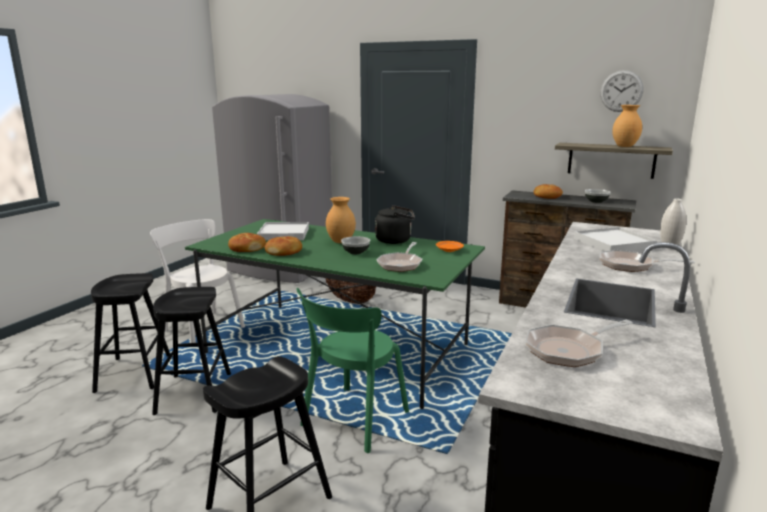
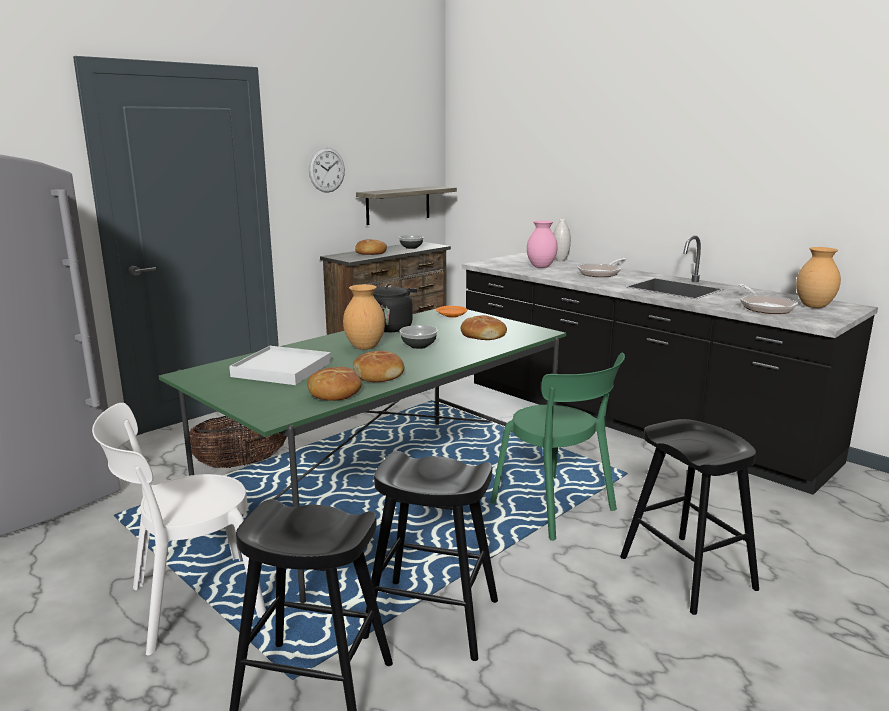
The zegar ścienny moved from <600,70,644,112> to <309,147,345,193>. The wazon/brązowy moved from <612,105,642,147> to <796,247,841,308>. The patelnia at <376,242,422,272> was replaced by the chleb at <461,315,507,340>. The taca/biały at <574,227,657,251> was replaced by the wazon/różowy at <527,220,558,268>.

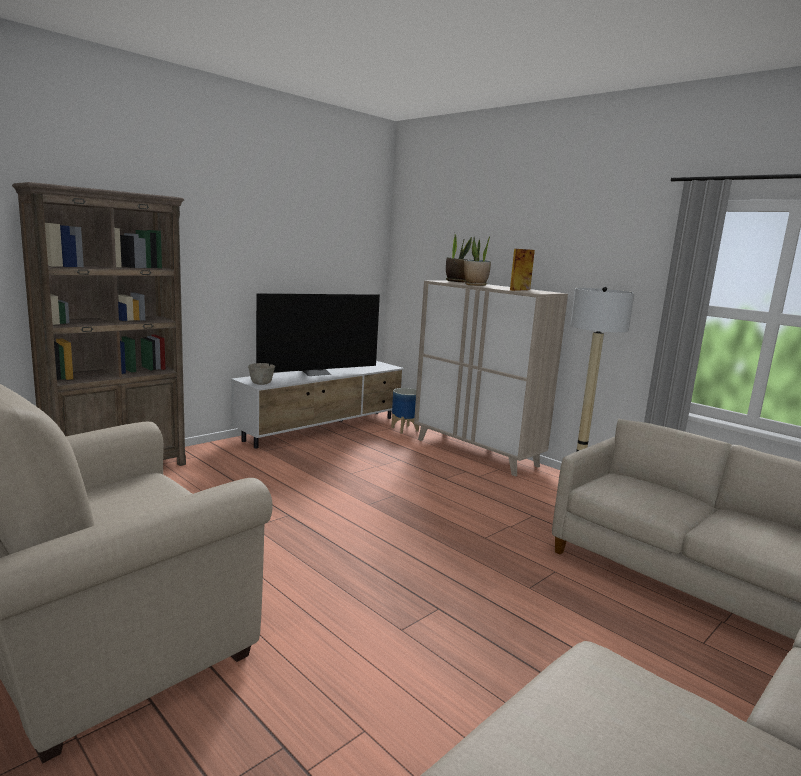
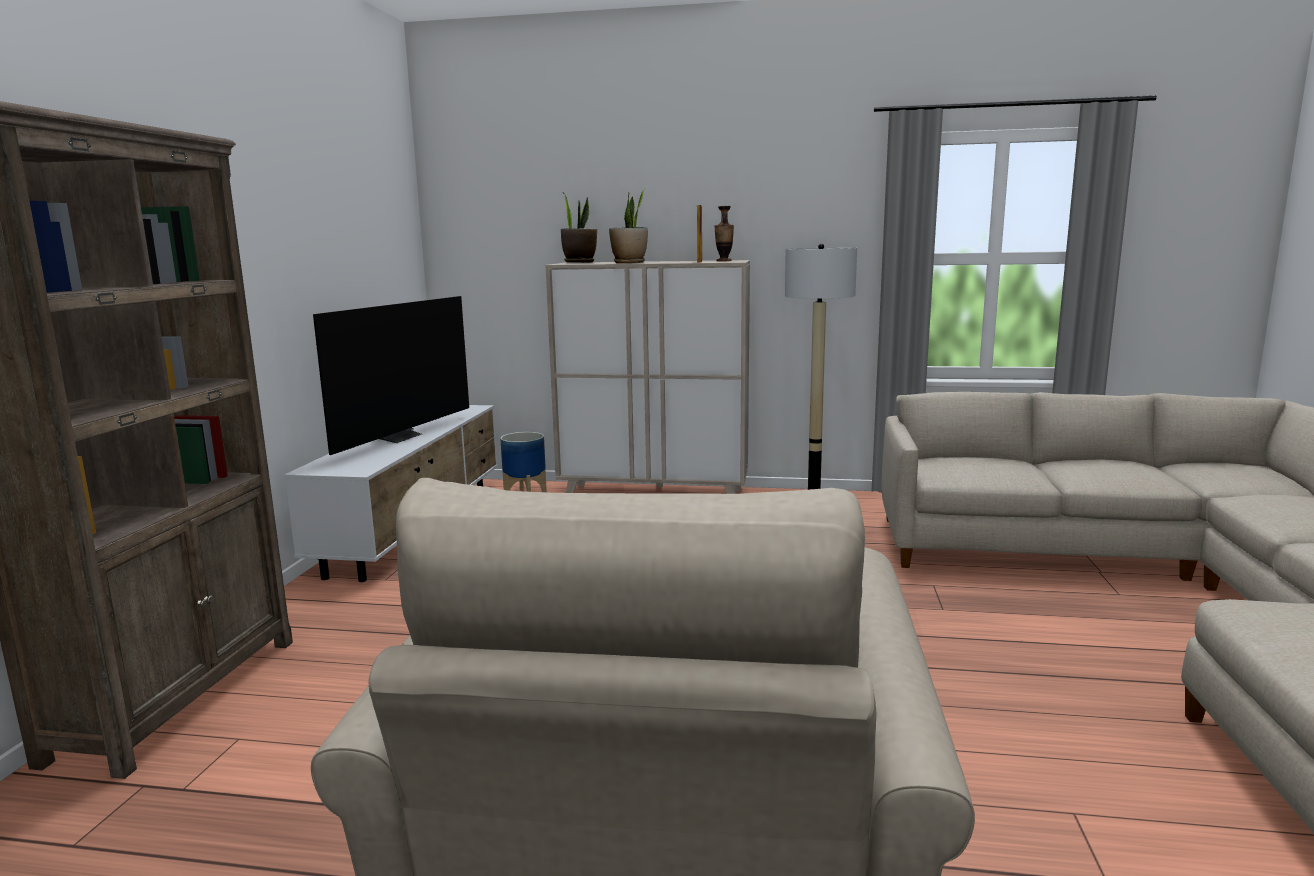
The miska/szary at <248,363,275,385> disappeared. The wazon at <715,206,734,261> appeared.

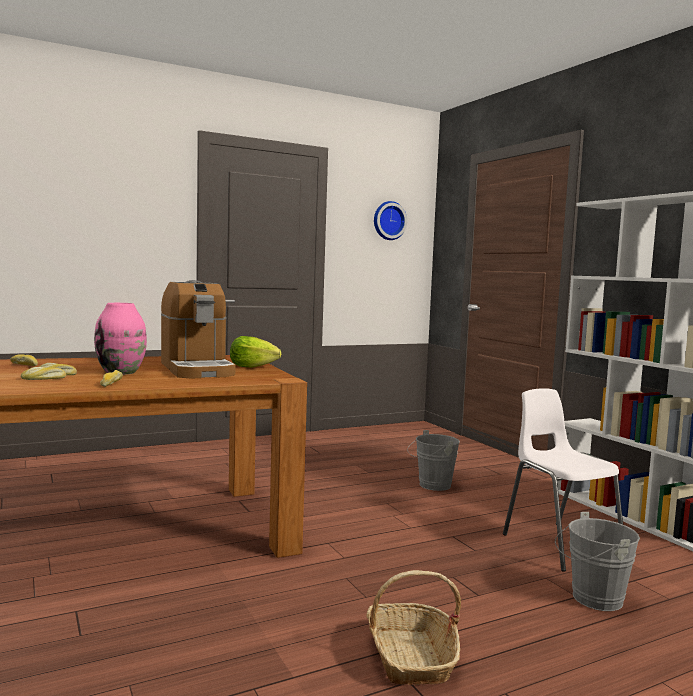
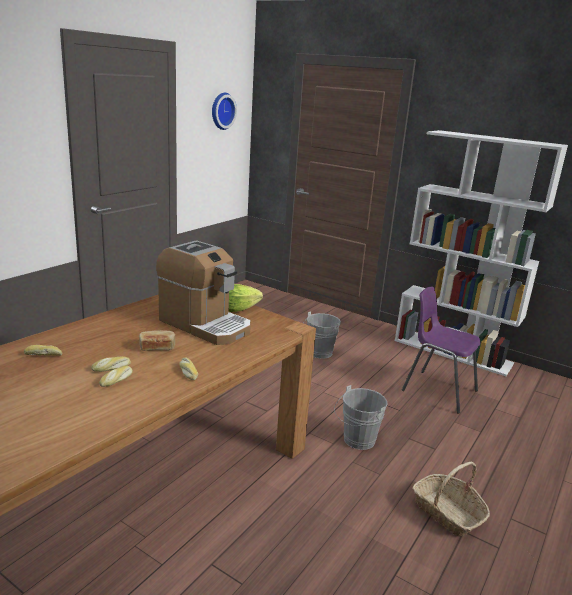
The wiadro/szary moved from <555,512,640,611> to <334,385,388,450>. The wazon/różowy at <94,303,147,375> was replaced by the chleb at <139,330,175,351>. The krzesło/biały at <503,388,623,572> became the krzesło/fioletowy at <402,286,480,414>.

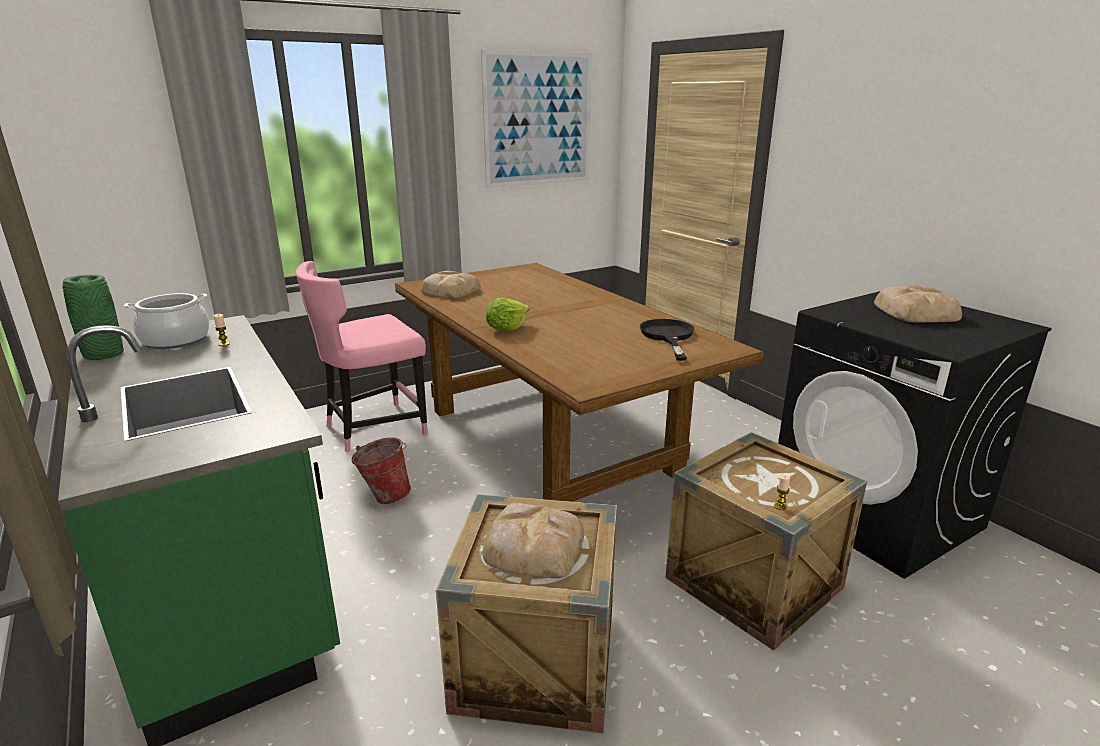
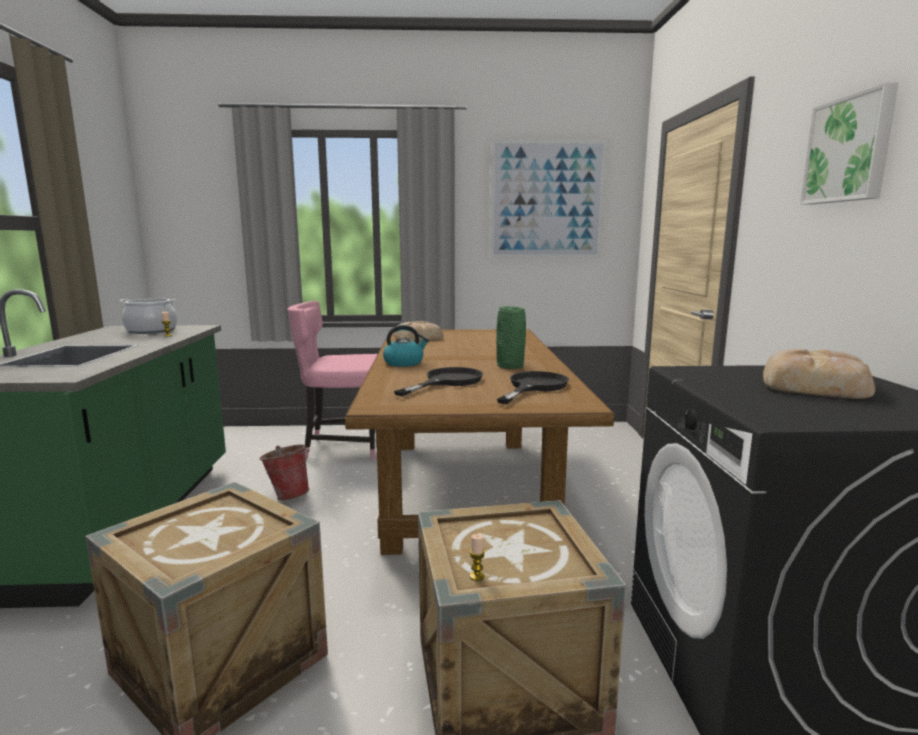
The chleb at <483,503,584,578> disappeared. The patelnia/czarny at <394,367,483,396> appeared. The obraz at <800,82,899,205> appeared. The wazon/zielony moved from <62,274,124,360> to <496,306,526,369>. The sałata at <486,298,529,331> was replaced by the czajnik at <383,325,429,367>.

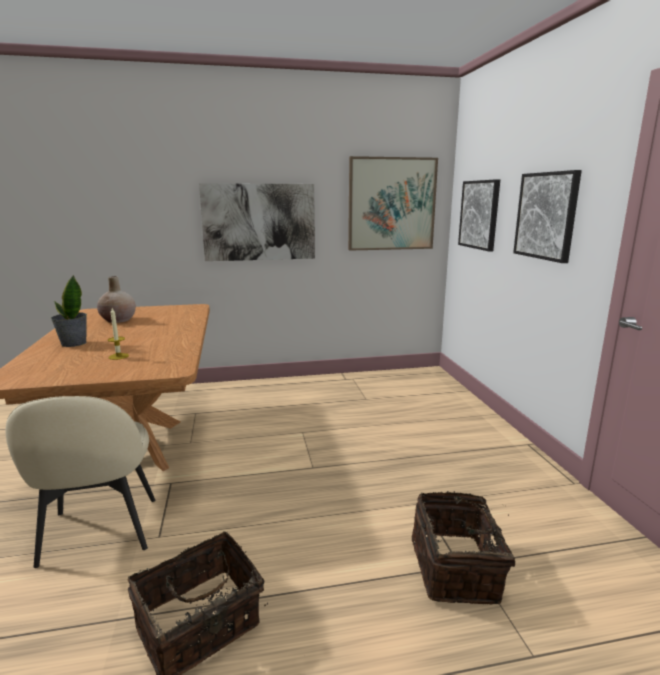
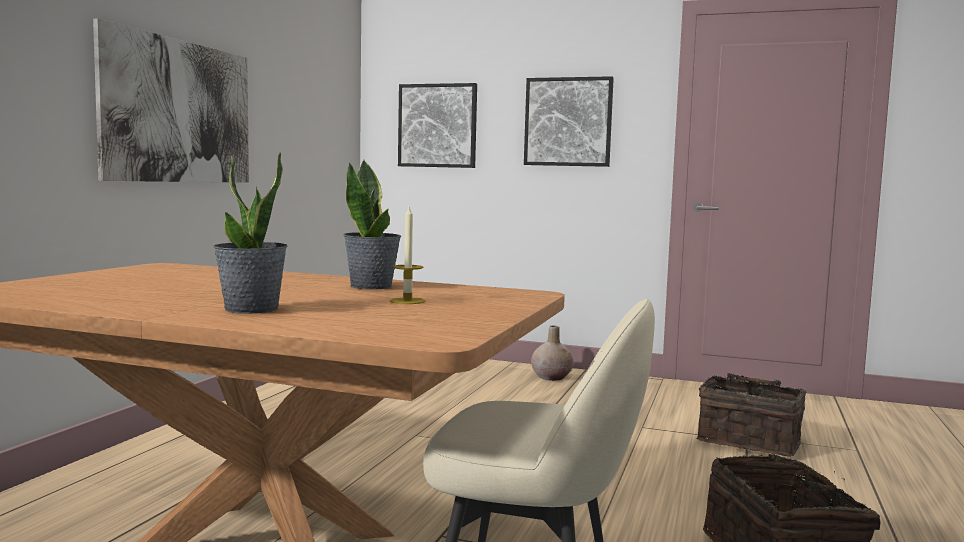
The obraz at <348,156,438,251> disappeared. The roślina doniczkowa at <343,160,401,289> appeared. The wazon/beżowy moved from <97,276,136,323> to <531,326,574,381>.

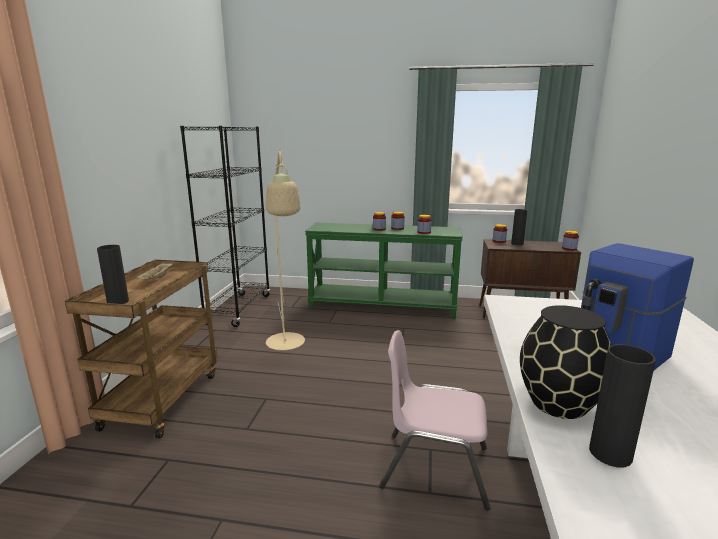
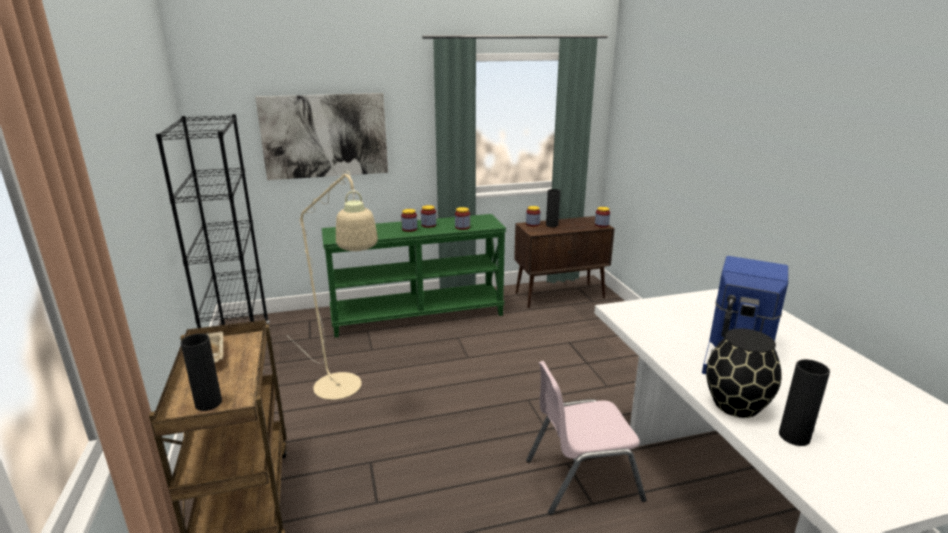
The obraz at <255,93,388,180> appeared.

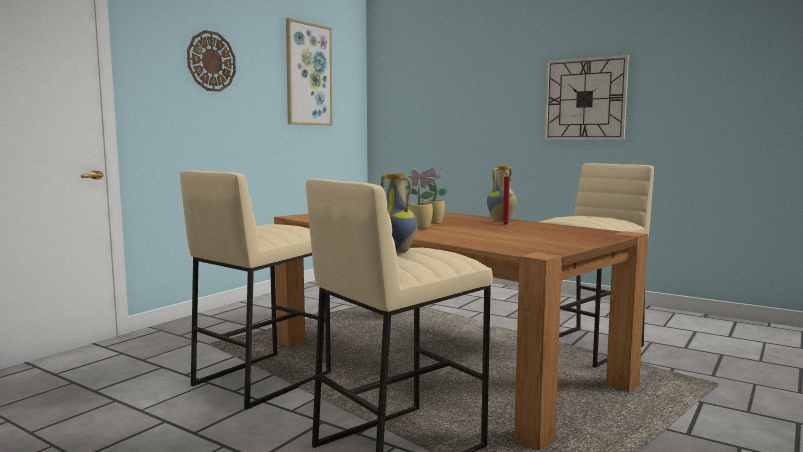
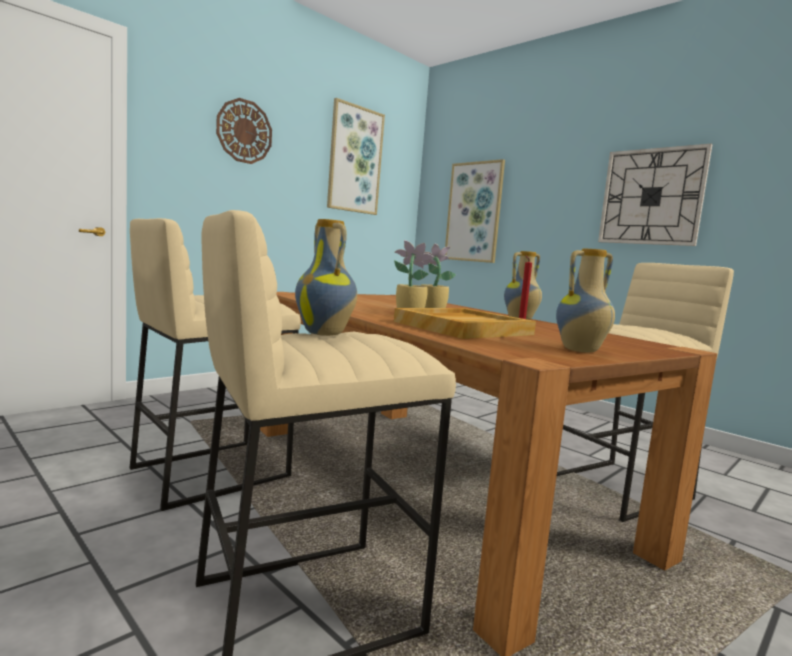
The taca/beżowy at <394,308,536,339> appeared. The obraz at <445,159,505,263> appeared. The wazon at <556,249,615,352> appeared.

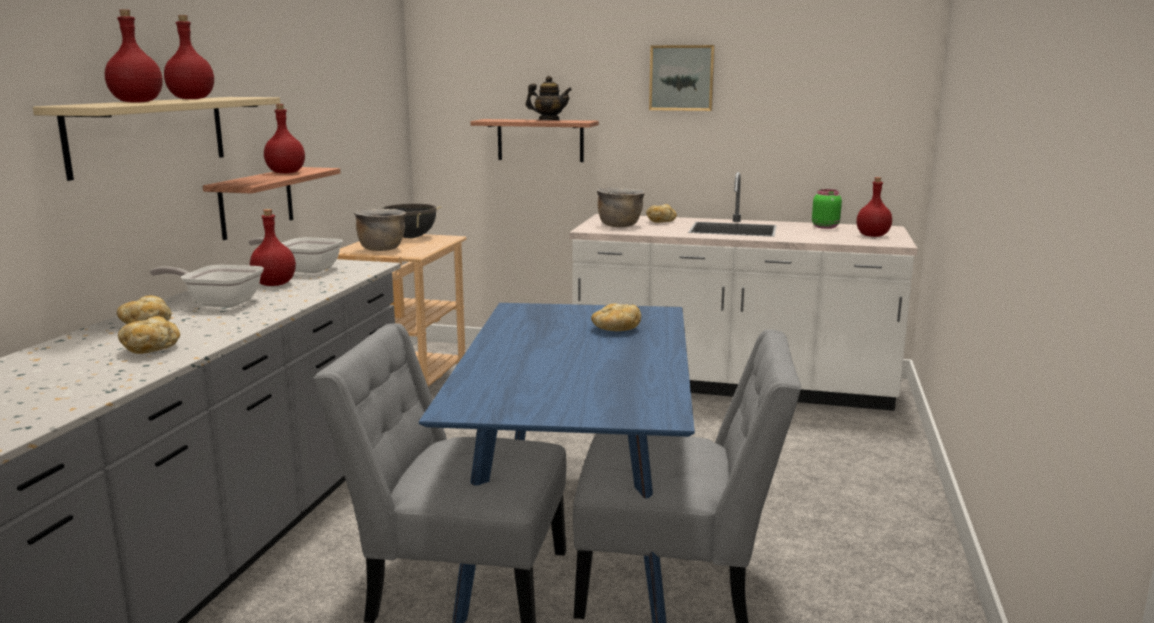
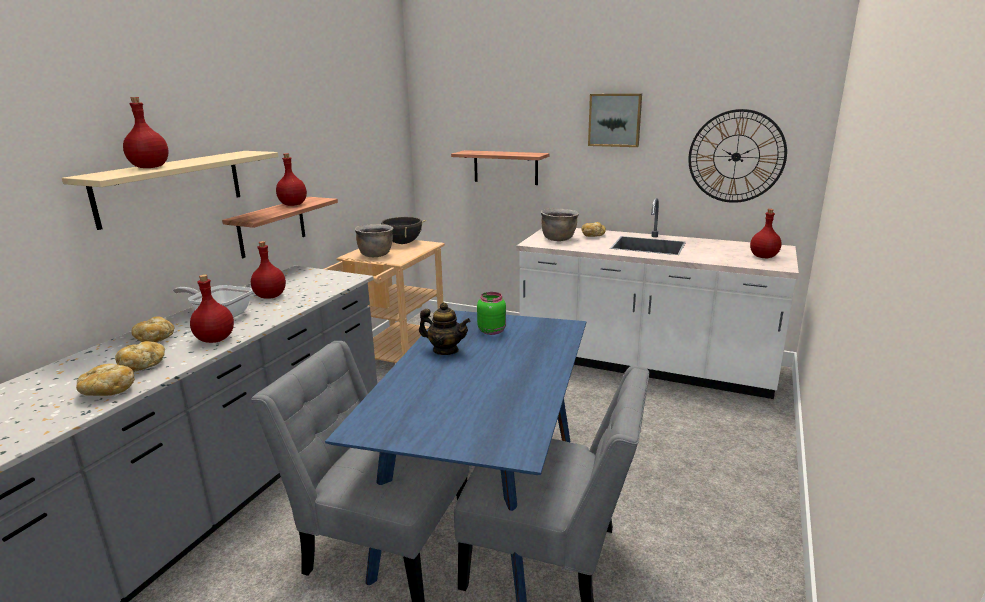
The patelnia at <248,237,343,273> disappeared. The zegar ścienny at <688,109,787,203> appeared. The butelka/czerwony moved from <164,15,214,99> to <190,274,234,343>. The imbryk moved from <525,76,572,120> to <419,302,470,355>. The chleb moved from <591,304,641,331> to <76,364,135,396>. The słoik/zielony moved from <812,189,842,229> to <477,292,506,335>.

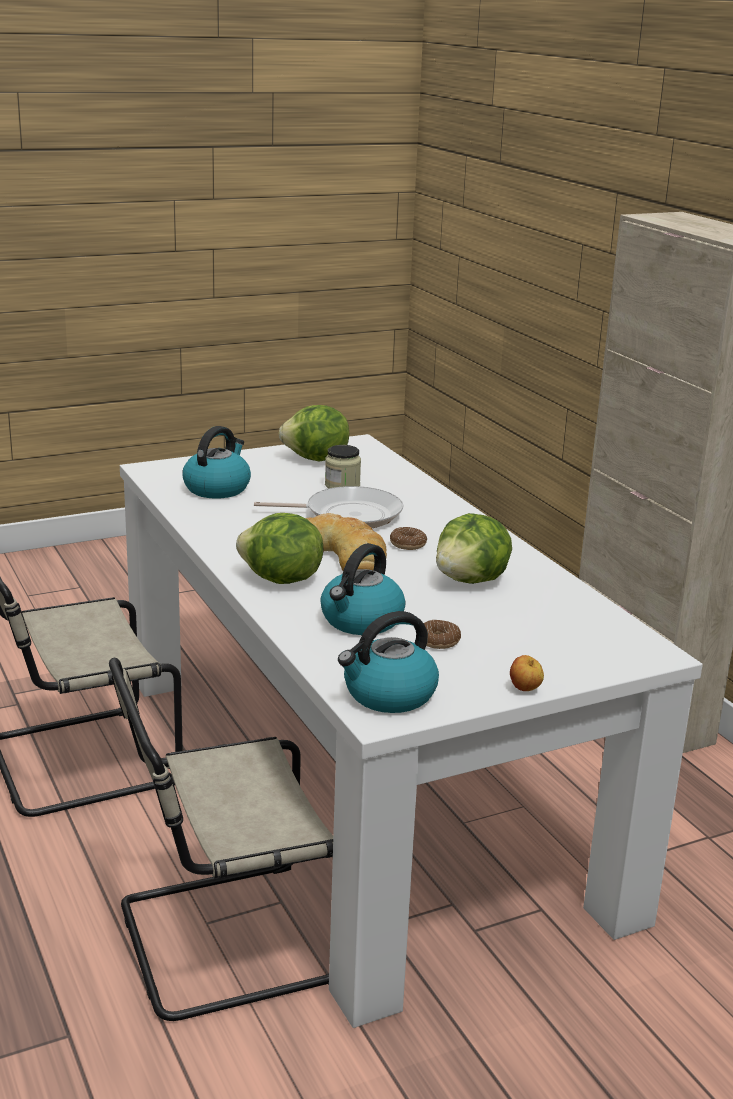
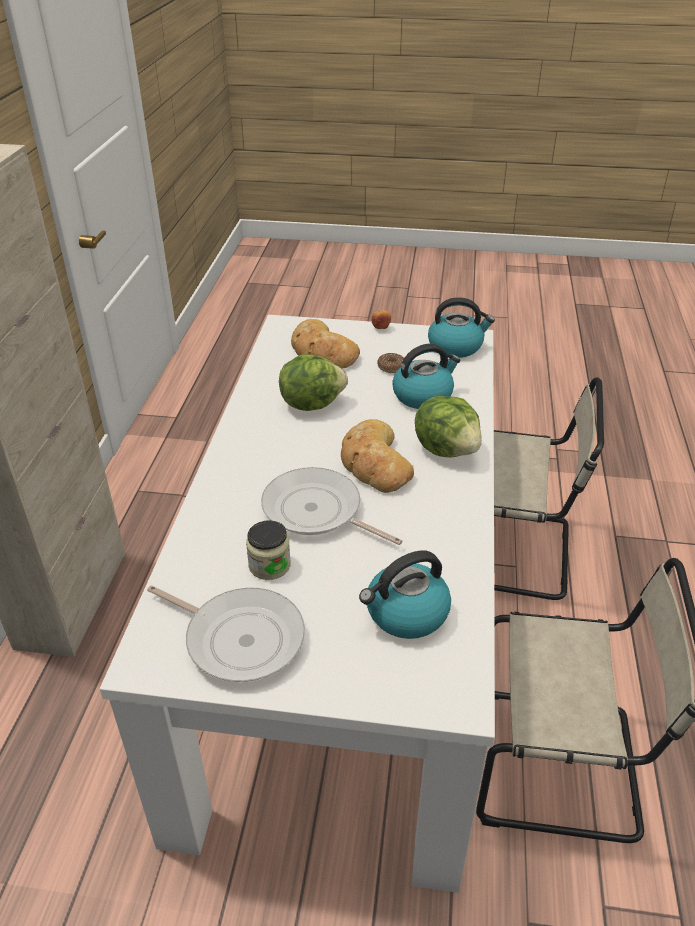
The donut at <390,527,427,550> disappeared. The chleb at <291,319,360,369> appeared. The sałata at <278,405,350,461> was replaced by the patelnia at <147,585,305,682>.

